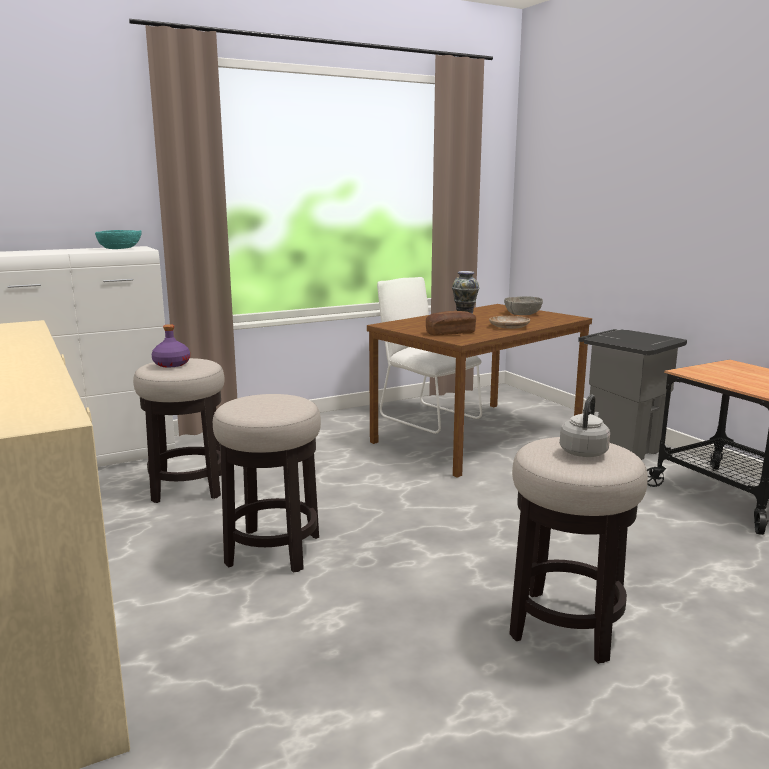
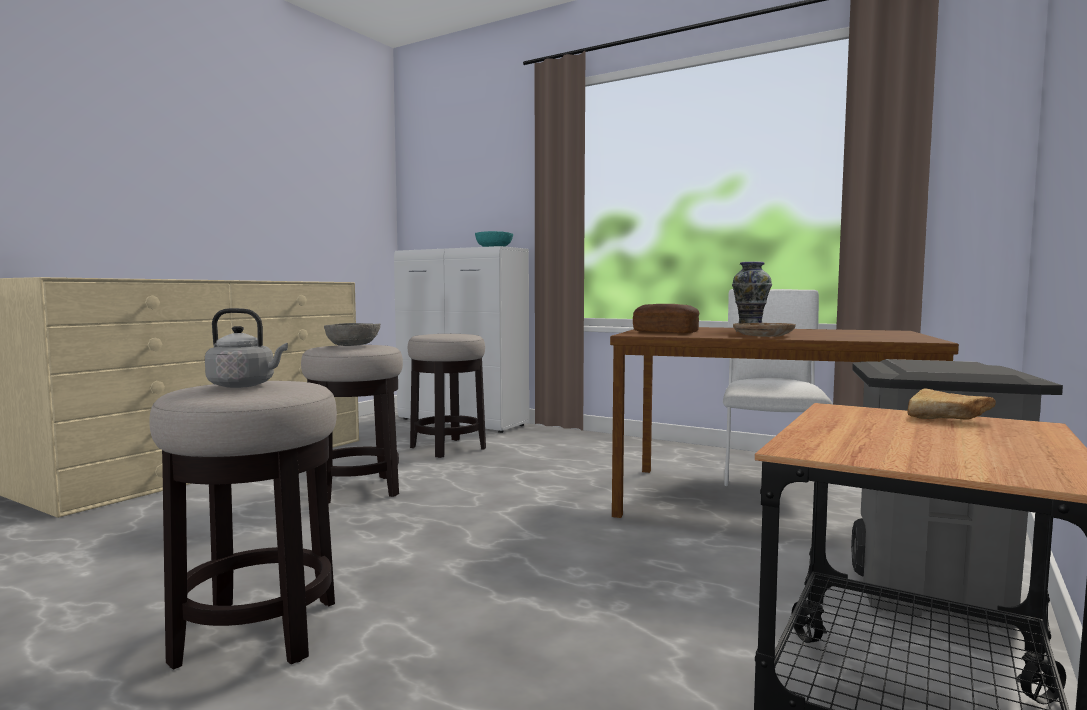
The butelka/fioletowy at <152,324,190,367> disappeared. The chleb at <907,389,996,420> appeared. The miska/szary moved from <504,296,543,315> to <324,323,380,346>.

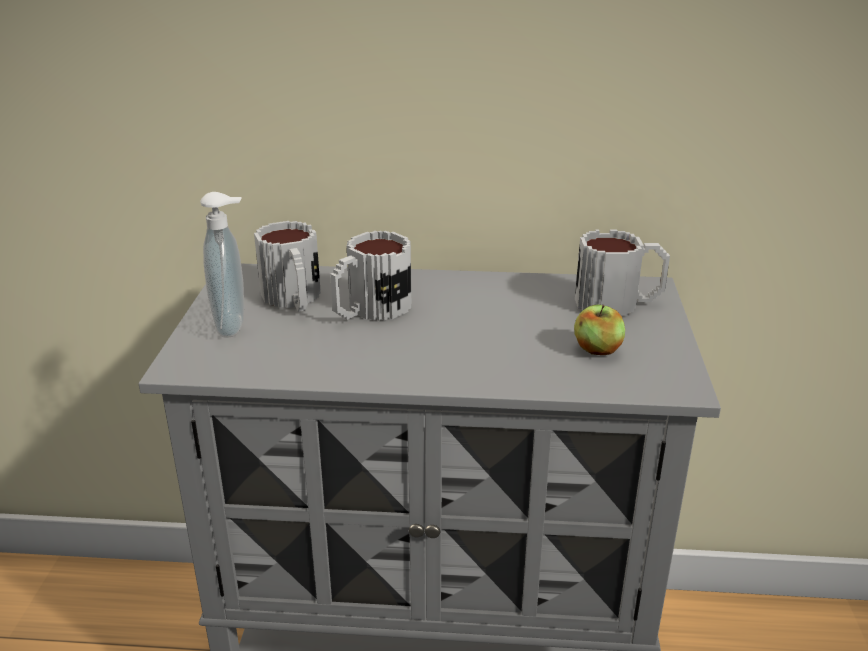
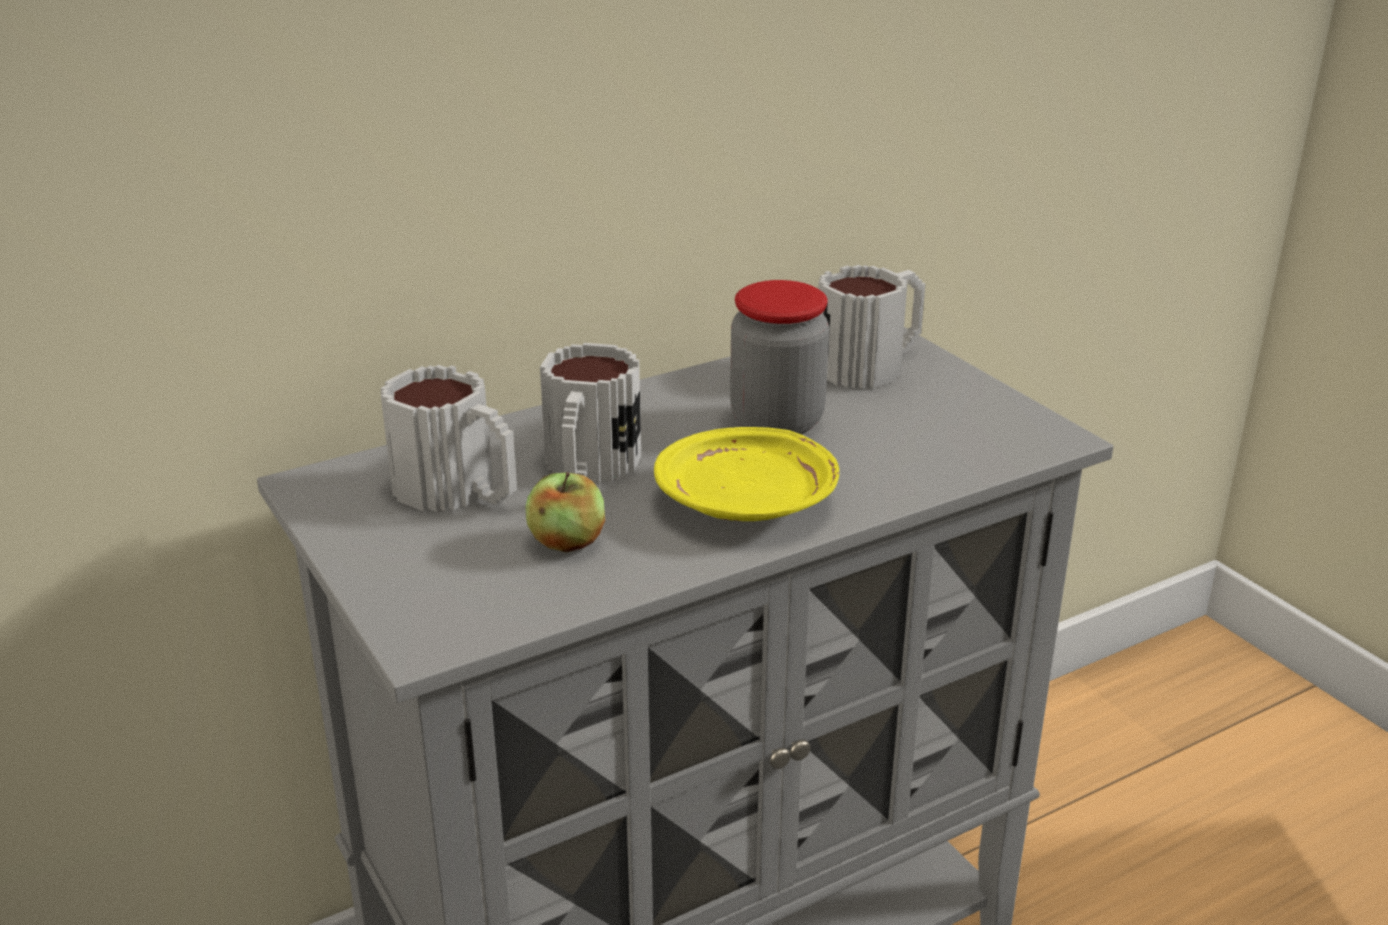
The dozownik mydła at <200,192,244,338> disappeared. The talerz/żółty at <654,427,839,521> appeared. The słoik at <730,280,830,435> appeared. The jabłko moved from <574,304,625,355> to <526,472,605,553>.

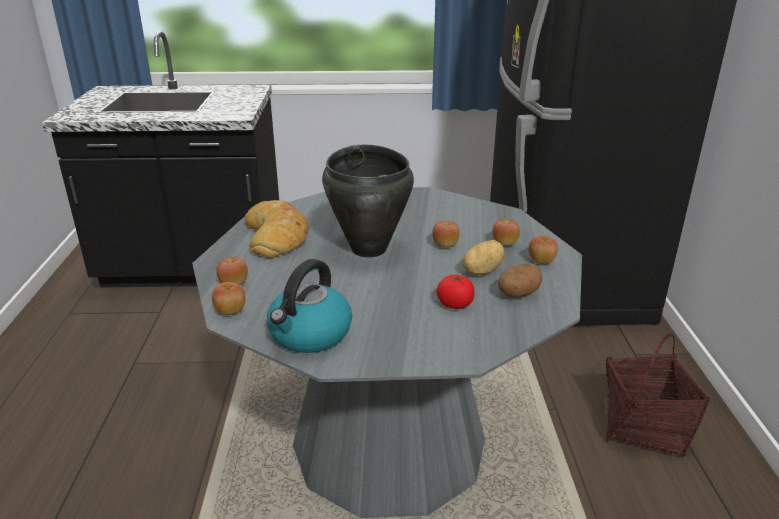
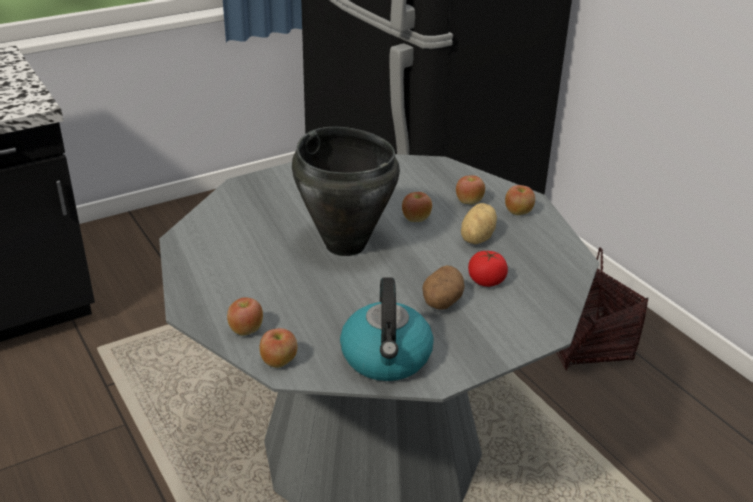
The chleb at <245,200,309,258> disappeared. The ziemniak moved from <498,263,542,298> to <422,265,465,310>.

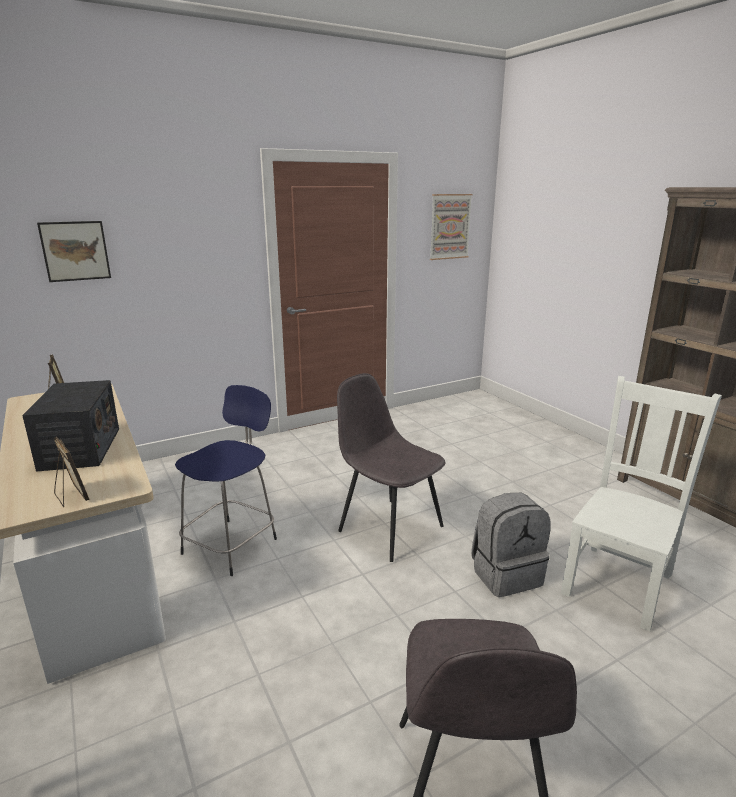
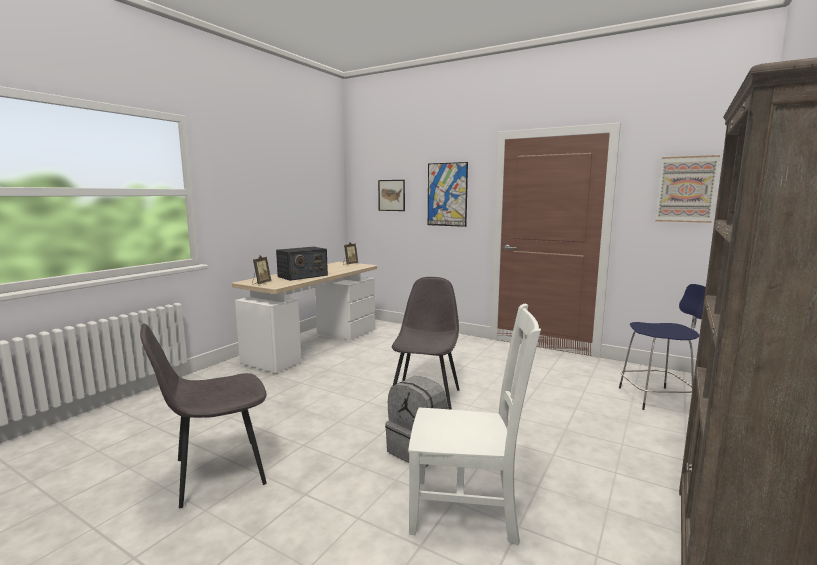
The obraz at <428,162,468,227> appeared. The stołek/niebieski moved from <175,385,277,576> to <619,284,706,410>.

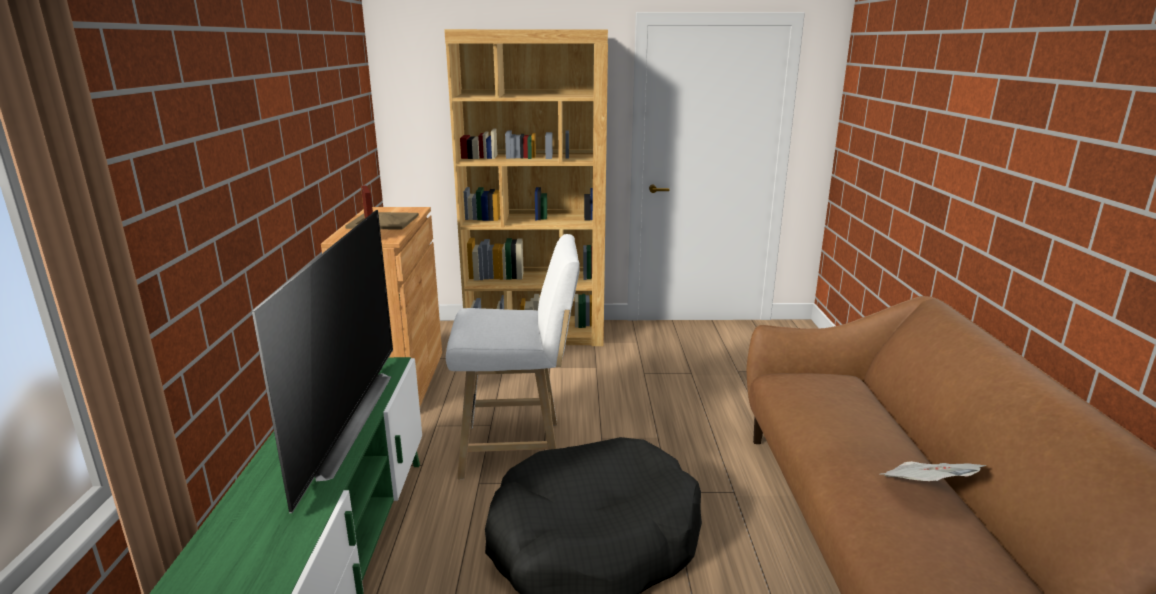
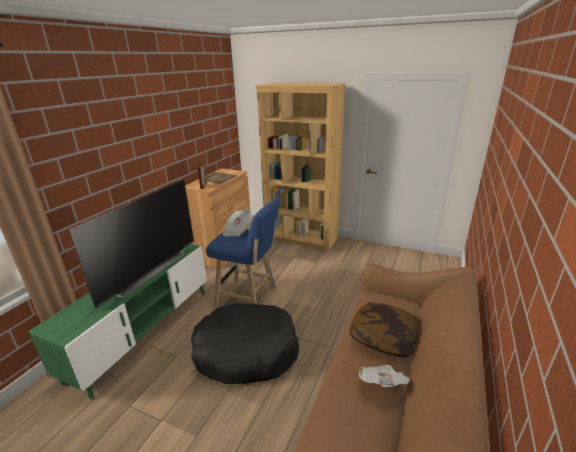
The gazeta at <223,209,253,237> appeared. The poduszka at <349,302,421,357> appeared. The stołek/biały at <446,234,580,479> became the stołek/niebieski at <206,199,279,305>.

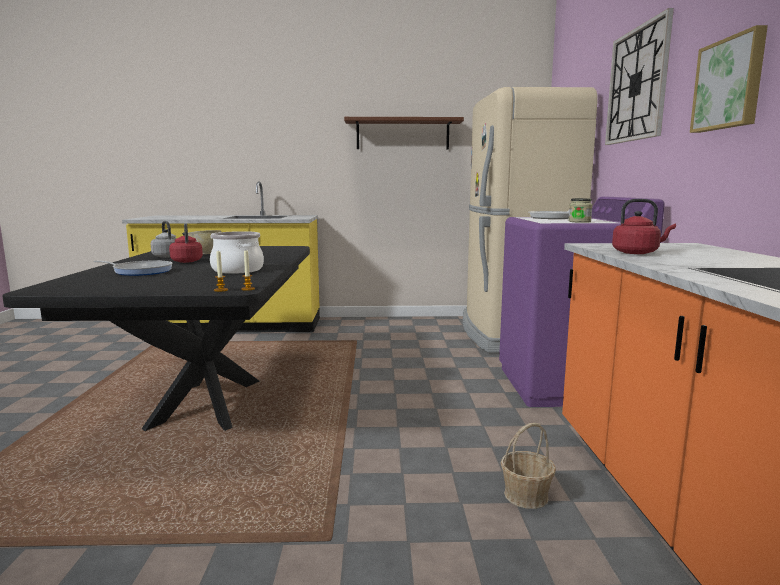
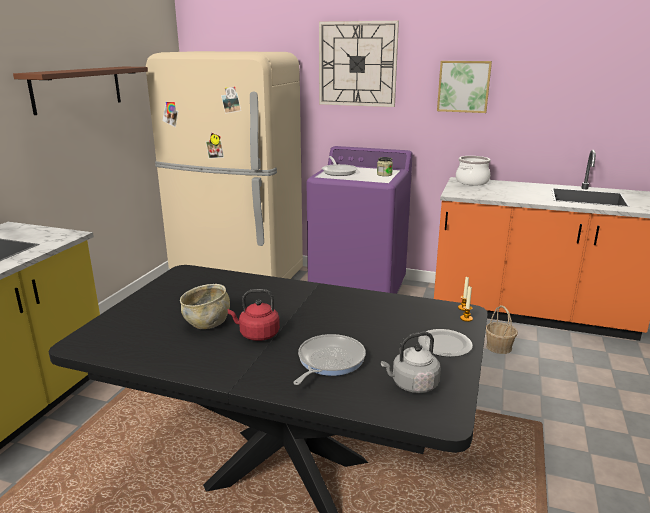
The czajnik/czerwony at <612,199,676,254> disappeared. The talerz at <418,329,473,357> appeared. The czajnik/szary moved from <151,221,177,258> to <381,332,441,393>. The garnek moved from <210,231,264,274> to <456,156,491,185>.

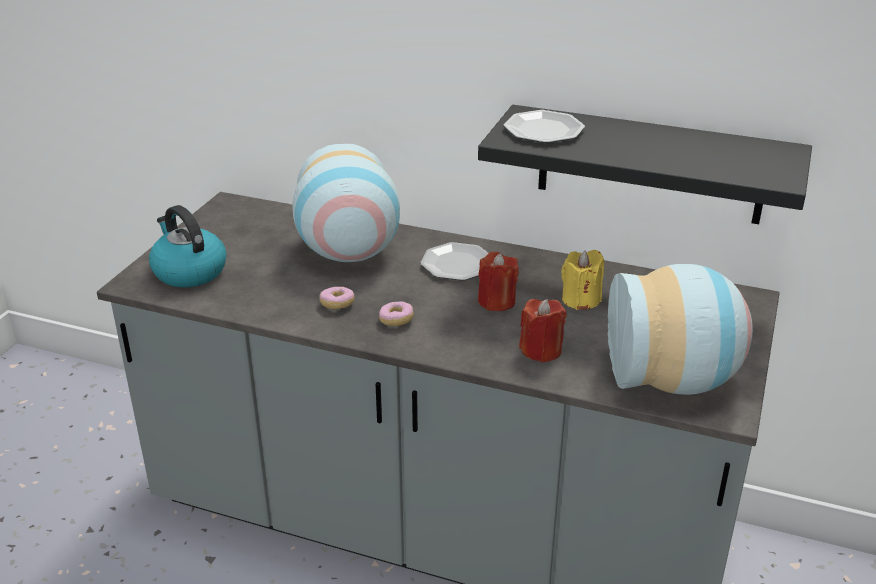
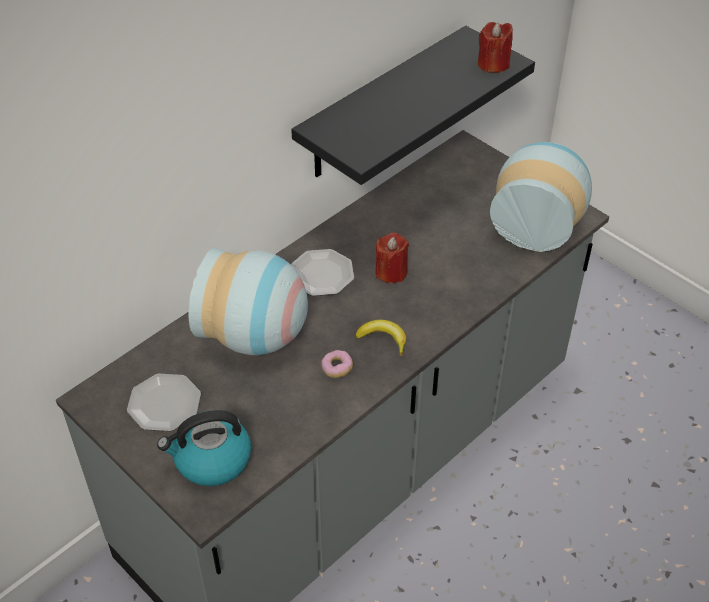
The świeca/żółty at <561,250,604,310> disappeared. The talerz moved from <504,110,585,143> to <127,374,201,431>. The świeca/czerwony moved from <519,299,566,363> to <478,22,513,73>. The donut at <379,301,414,326> was replaced by the banan at <355,320,406,356>.

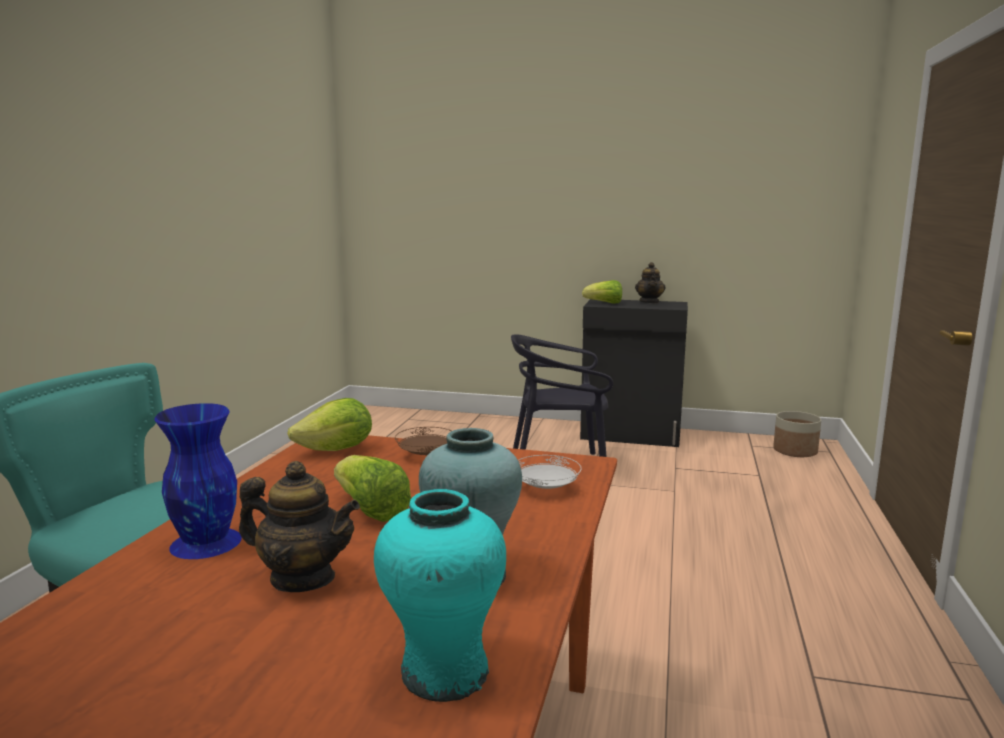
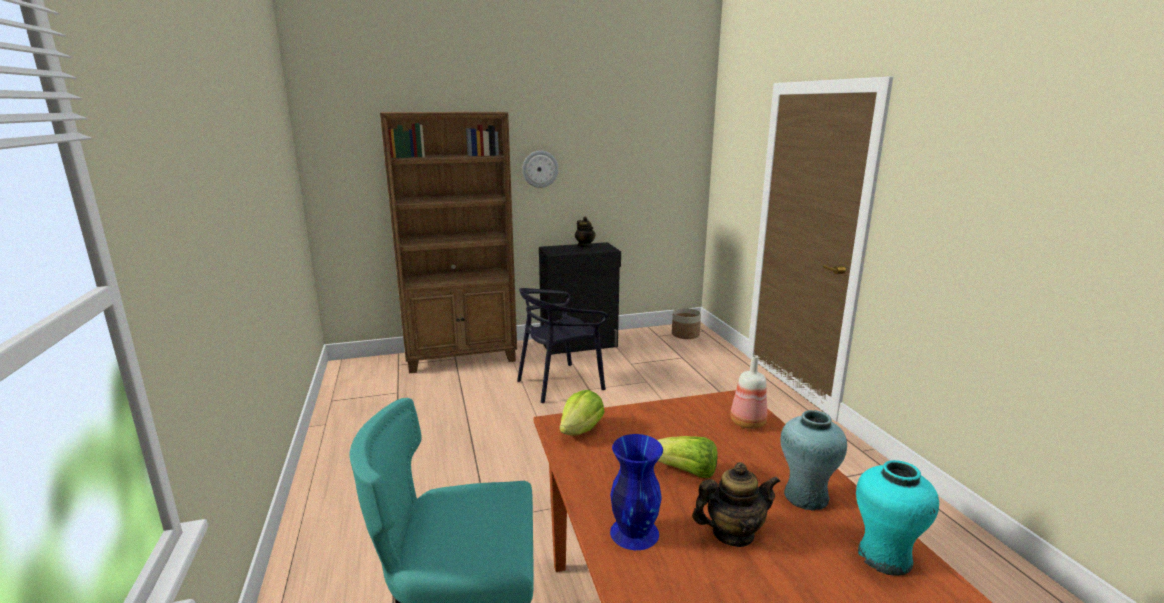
The talerz/brązowy at <395,427,451,456> disappeared. The sałata at <582,280,622,304> disappeared. The regał/brązowy at <380,112,517,374> appeared. The zegar ścienny at <522,150,558,188> appeared. The talerz/biały at <518,455,582,489> was replaced by the butelka at <730,355,767,429>.

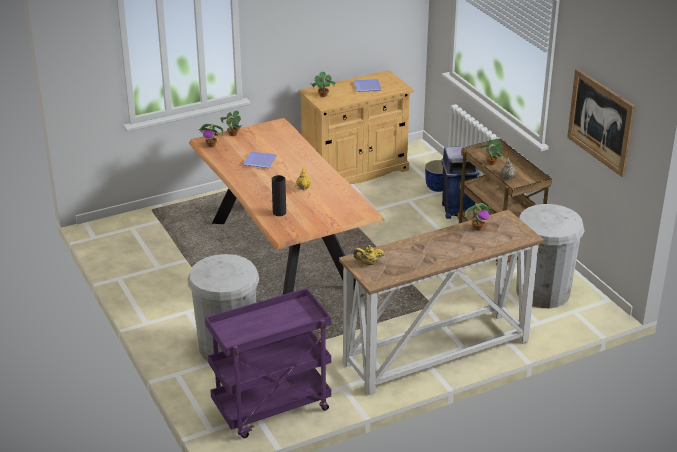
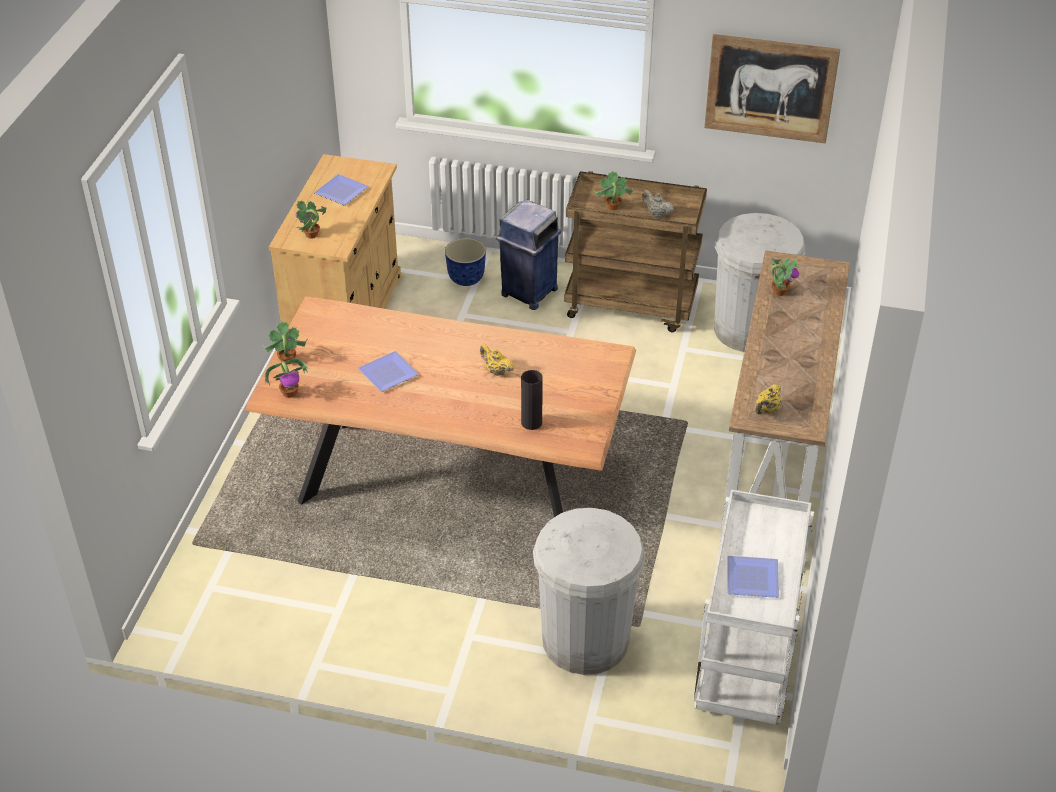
The talerz at <727,556,779,598> appeared. The wózek/fioletowy at <205,288,331,438> became the wózek/biały at <693,490,814,724>.

